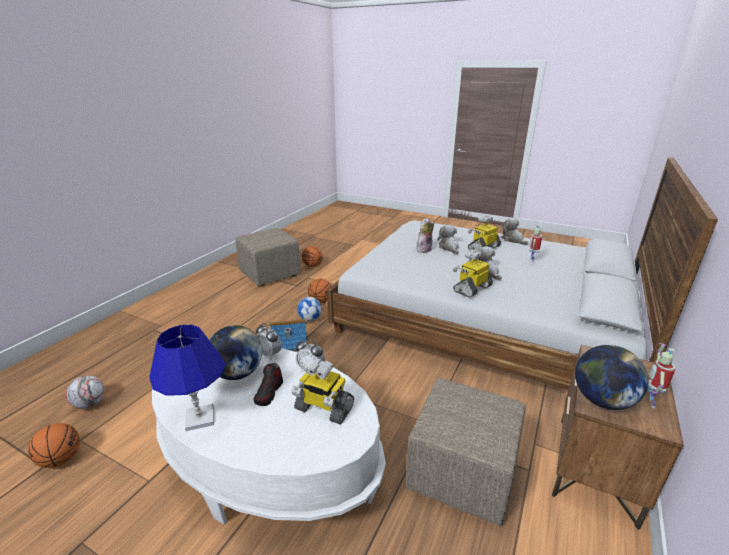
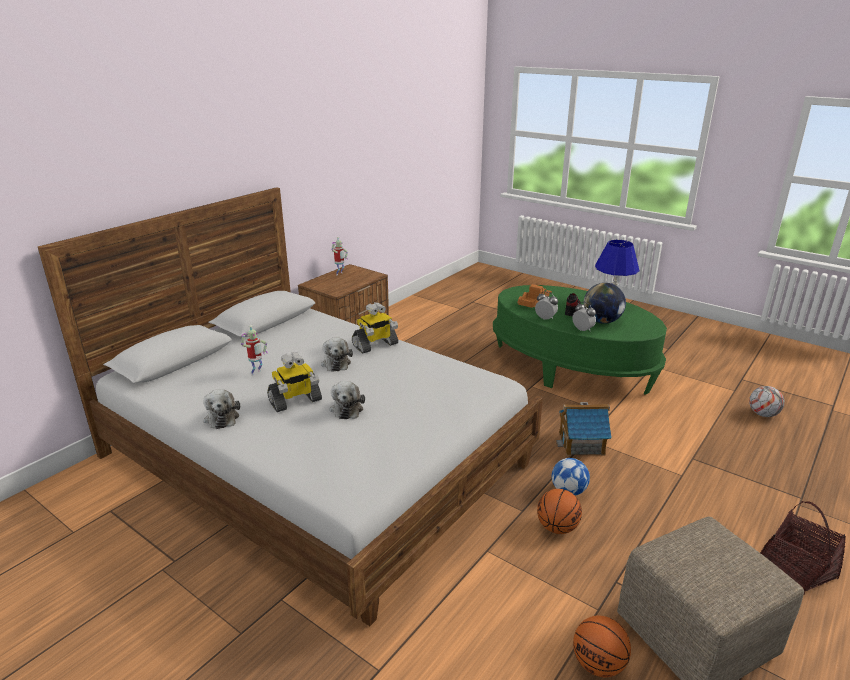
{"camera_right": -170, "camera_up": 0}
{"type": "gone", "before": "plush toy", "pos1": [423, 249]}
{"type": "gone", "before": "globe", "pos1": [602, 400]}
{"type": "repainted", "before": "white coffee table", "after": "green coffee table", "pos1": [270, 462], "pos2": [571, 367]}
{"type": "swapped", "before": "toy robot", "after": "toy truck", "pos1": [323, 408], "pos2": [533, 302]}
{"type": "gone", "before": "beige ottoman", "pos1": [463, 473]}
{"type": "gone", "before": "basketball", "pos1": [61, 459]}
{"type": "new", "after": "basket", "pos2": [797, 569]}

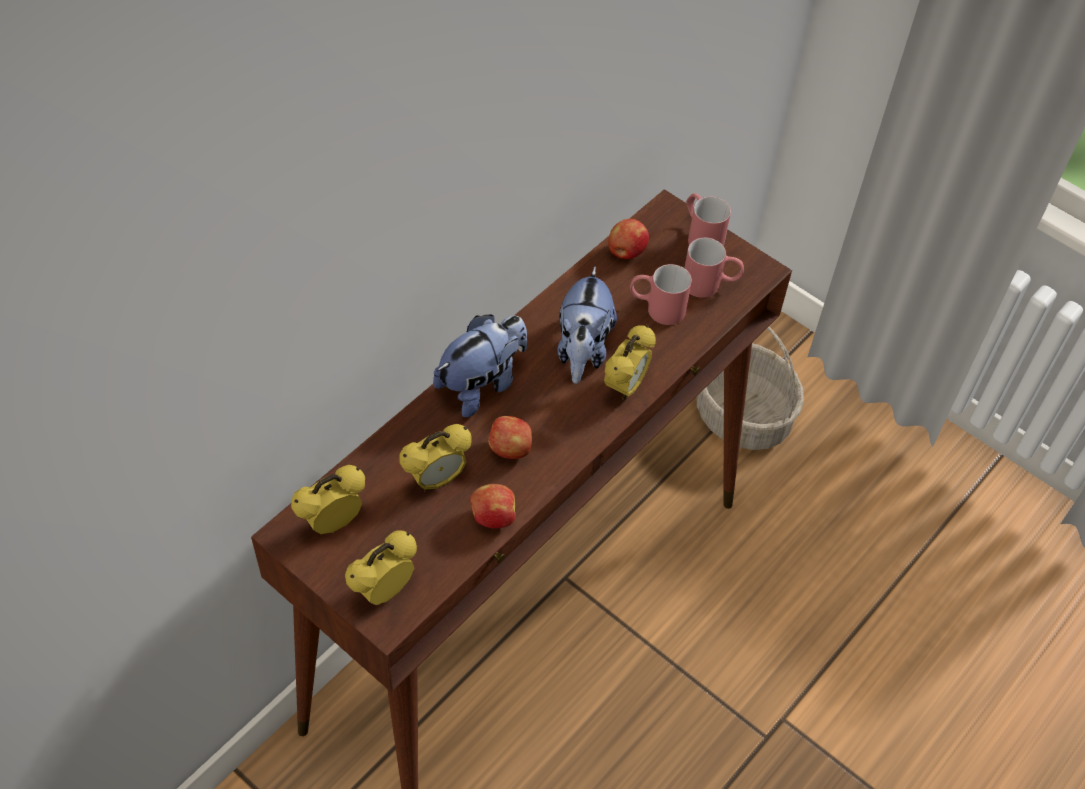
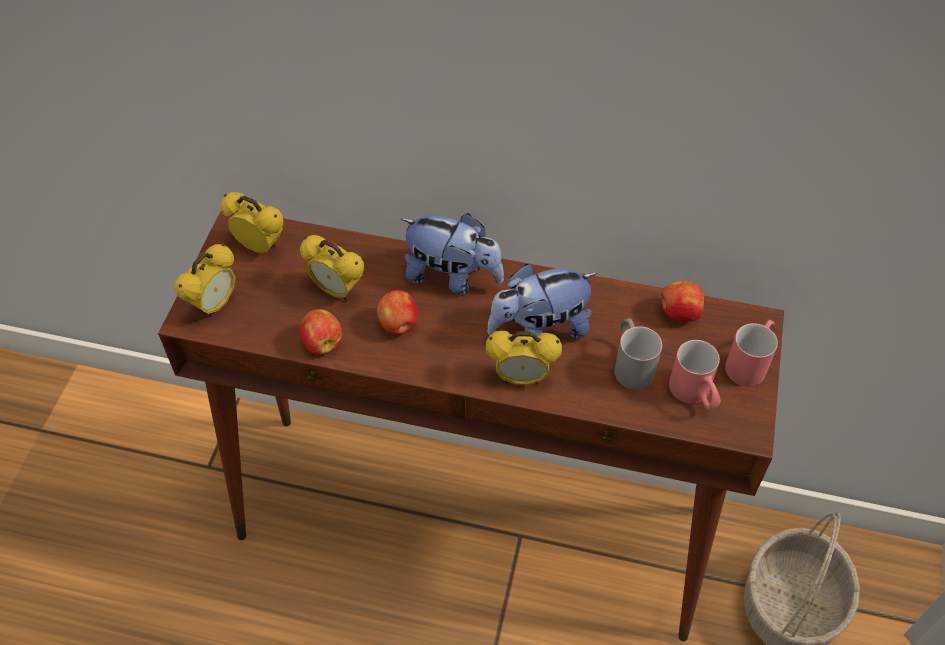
{"camera_right": 65, "camera_up": 0}
{"type": "repainted", "before": "red mug", "after": "grey mug", "pos1": [656, 308], "pos2": [631, 364]}
{"type": "rotated", "before": "alarm clock", "pos1": [384, 590], "pos2": [215, 305], "turn": 105}

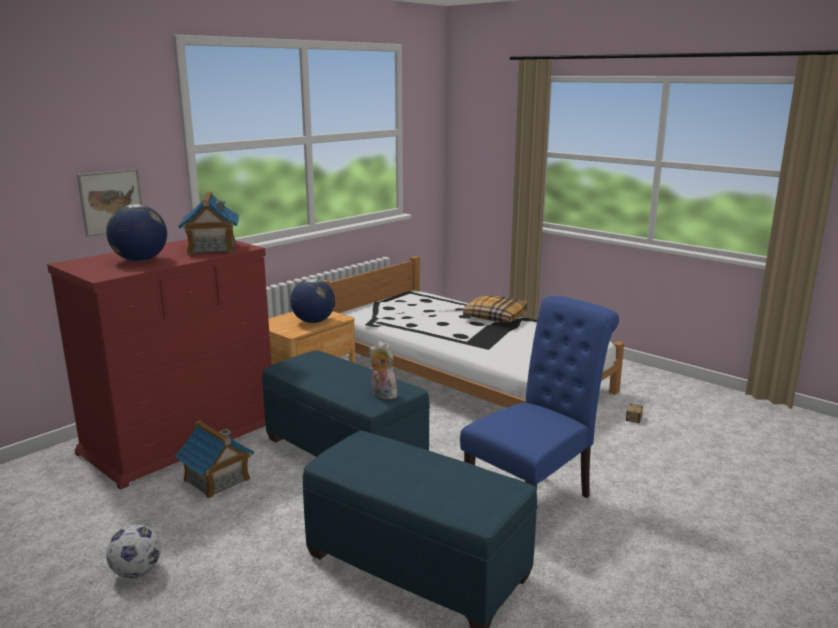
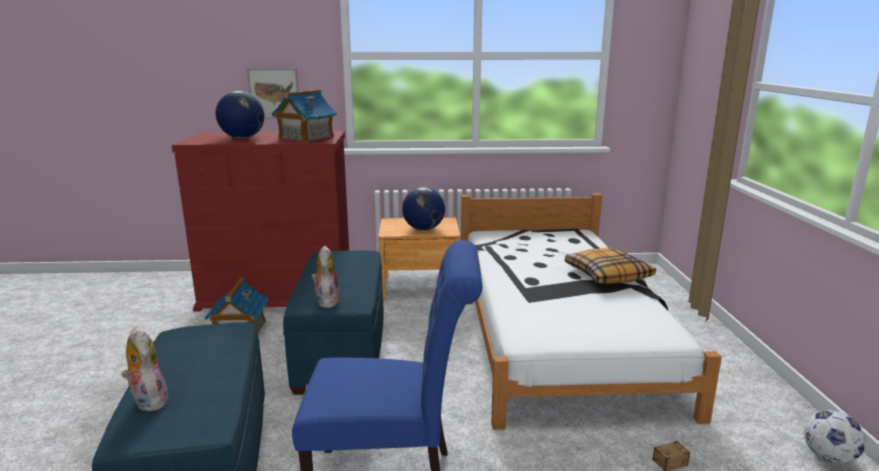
{"camera_right": 45, "camera_up": 0}
{"type": "shifted", "before": "football", "pos1": [137, 572], "pos2": [828, 458]}
{"type": "new", "after": "plush toy", "pos2": [147, 401]}

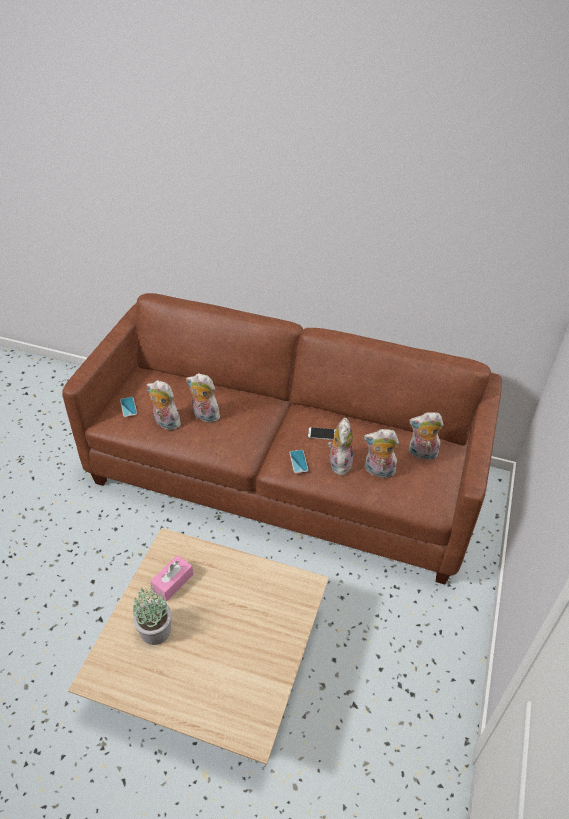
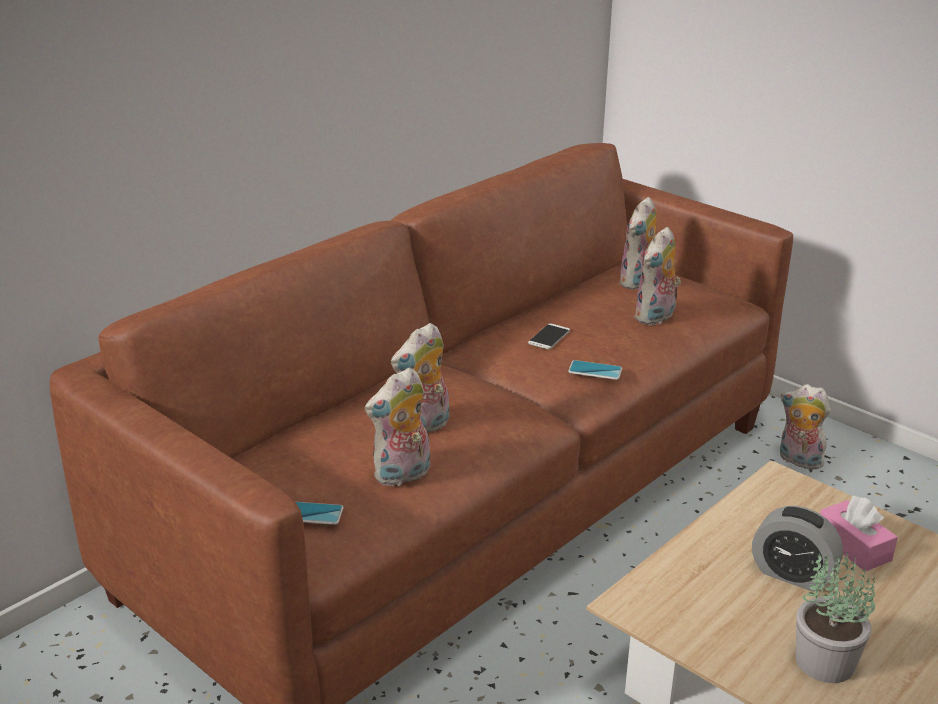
{"camera_right": -65, "camera_up": -15}
{"type": "shifted", "before": "plush toy", "pos1": [339, 463], "pos2": [798, 461]}
{"type": "shifted", "before": "pink tissue box", "pos1": [173, 582], "pos2": [853, 547]}
{"type": "new", "after": "alarm clock", "pos2": [792, 574]}

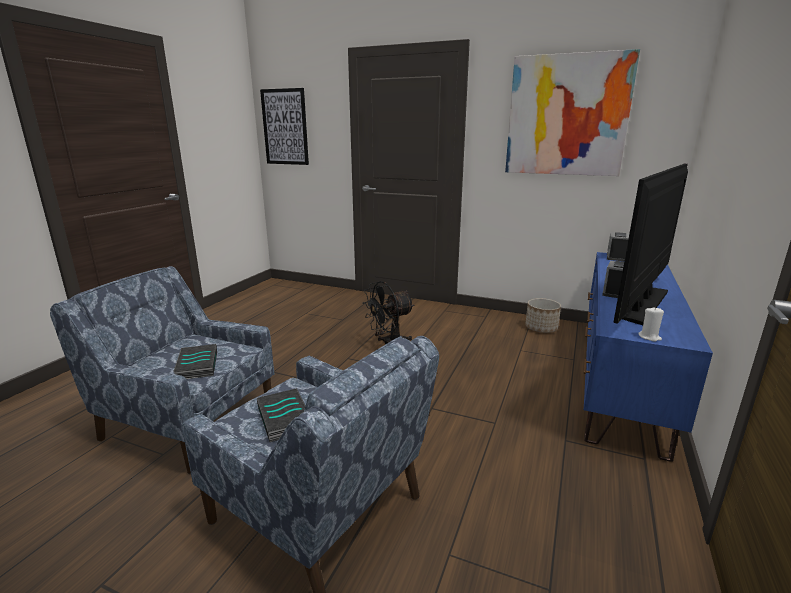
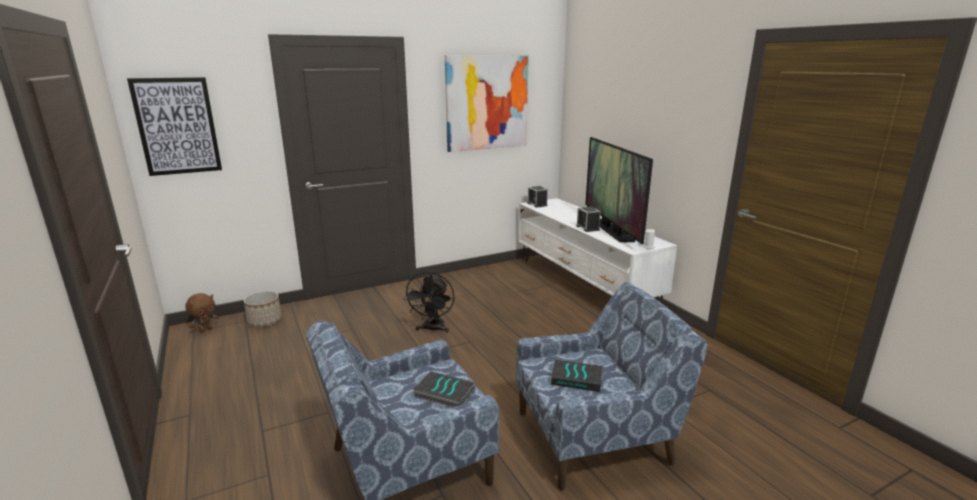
{"camera_right": -50, "camera_up": 0}
{"type": "repainted", "before": "blue tv stand", "after": "white tv stand", "pos1": [620, 378], "pos2": [584, 285]}
{"type": "shifted", "before": "planter", "pos1": [541, 328], "pos2": [265, 321]}
{"type": "new", "after": "brown plush toy", "pos2": [205, 329]}

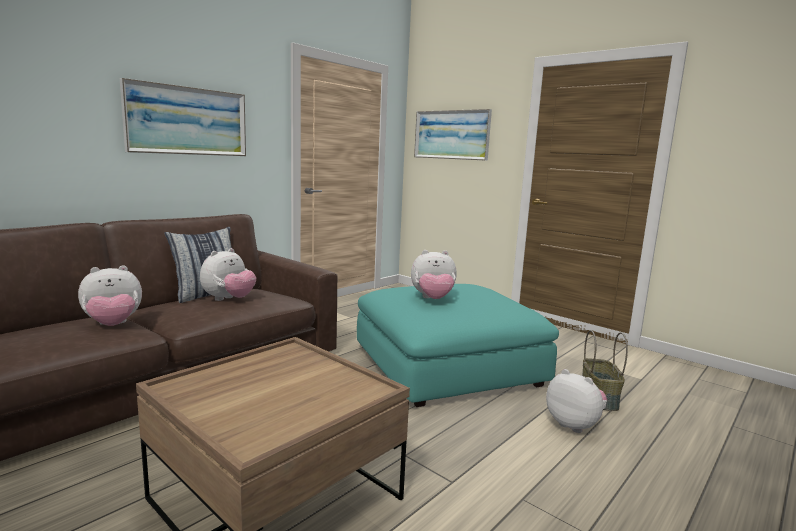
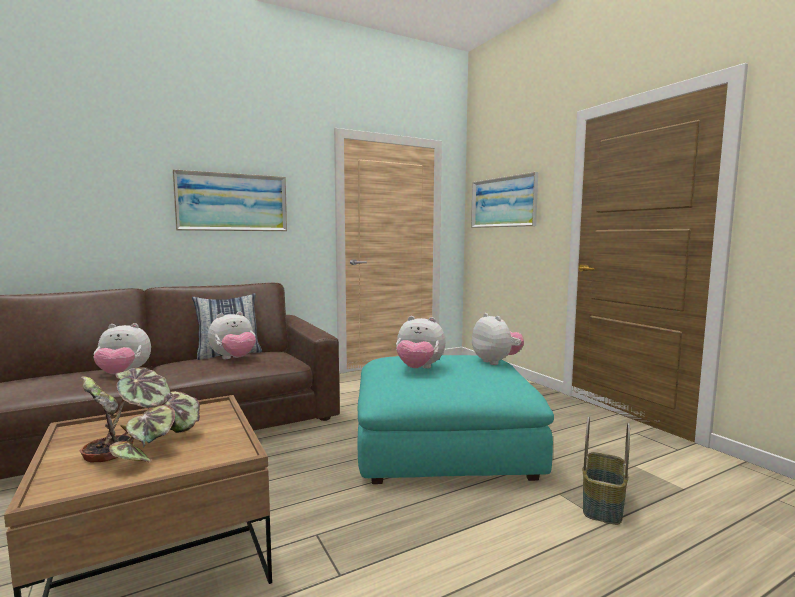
{"camera_right": 20, "camera_up": -5}
{"type": "shifted", "before": "plush toy", "pos1": [574, 425], "pos2": [496, 362]}
{"type": "new", "after": "potted plant", "pos2": [142, 447]}

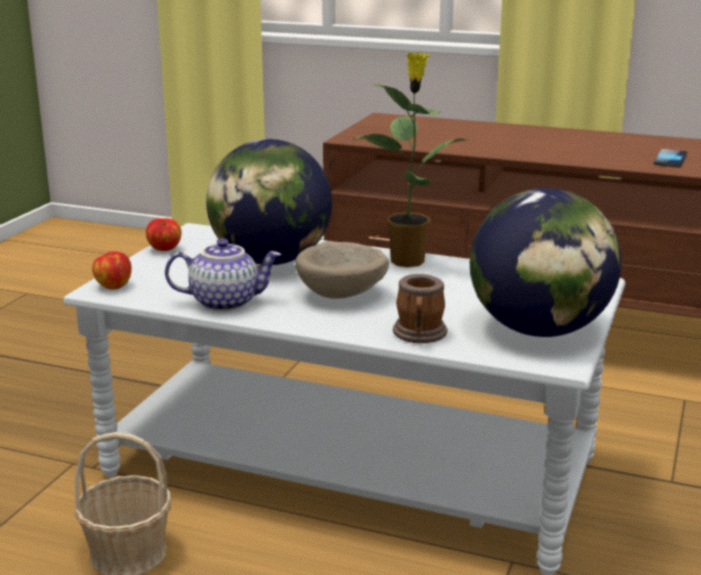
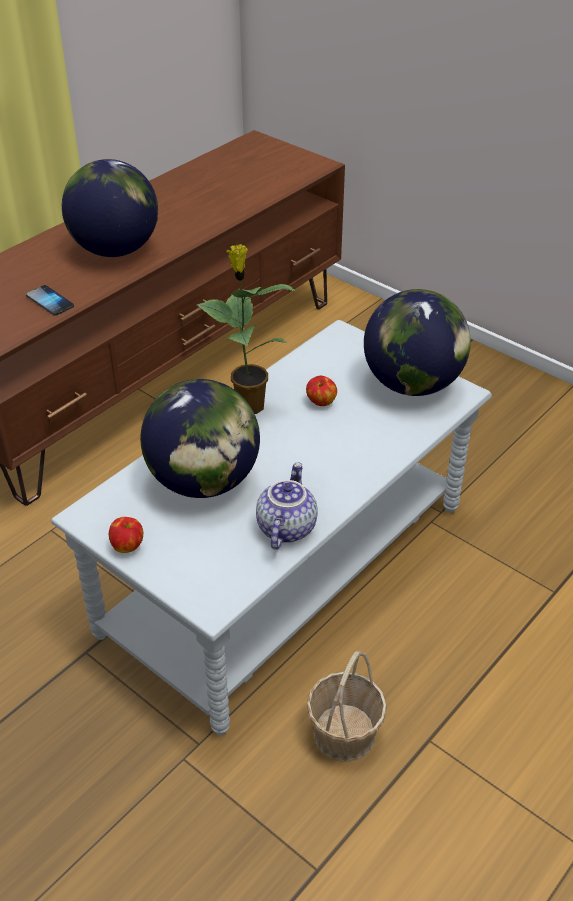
{"camera_right": -70, "camera_up": 20}
{"type": "shifted", "before": "phone", "pos1": [670, 160], "pos2": [50, 301]}
{"type": "gone", "before": "beige bowl", "pos1": [344, 295]}
{"type": "shifted", "before": "apple", "pos1": [113, 286], "pos2": [321, 402]}
{"type": "gone", "before": "mug", "pos1": [419, 335]}
{"type": "new", "after": "globe", "pos2": [115, 250]}

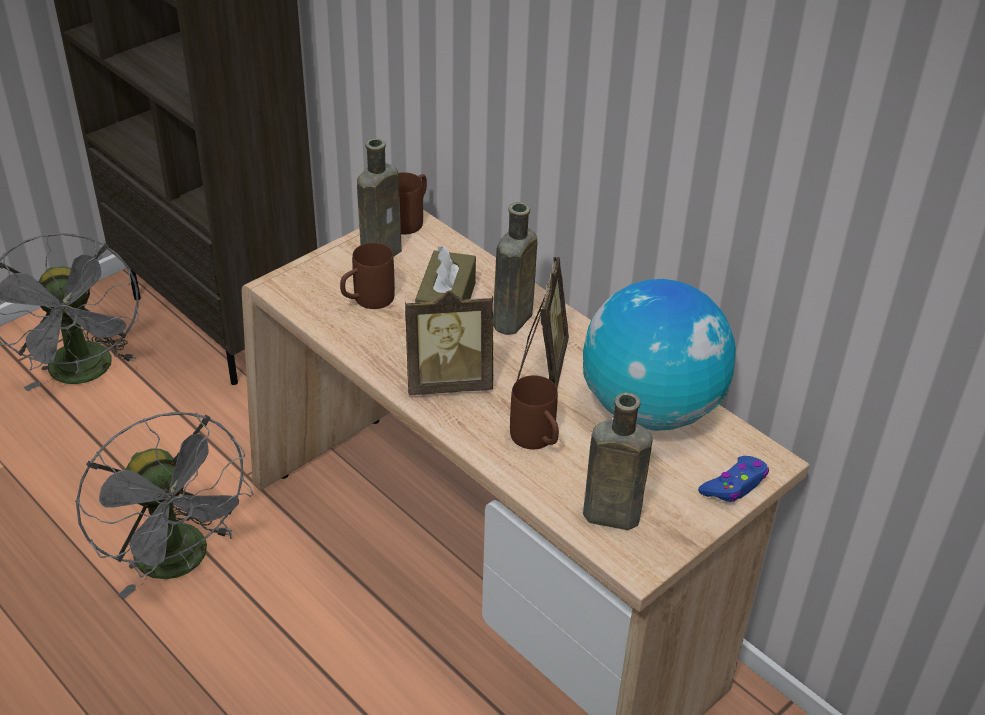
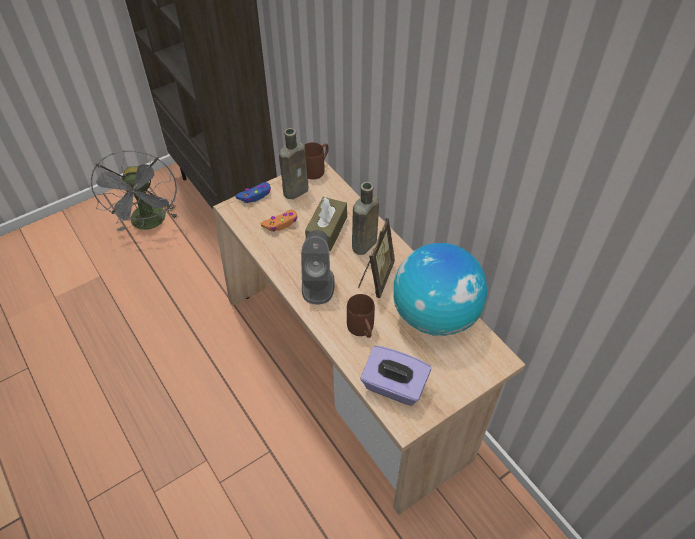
{"camera_right": 10, "camera_up": 10}
{"type": "swapped", "before": "brown mug", "after": "orange game controller", "pos1": [366, 301], "pos2": [281, 223]}
{"type": "swapped", "before": "picture frame", "after": "grey speaker", "pos1": [448, 382], "pos2": [318, 284]}
{"type": "swapped", "before": "brown bottle", "after": "purple tissue box", "pos1": [607, 515], "pos2": [394, 386]}
{"type": "gone", "before": "grey fan", "pos1": [181, 562]}
{"type": "shifted", "before": "blue game controller", "pos1": [734, 485], "pos2": [255, 196]}

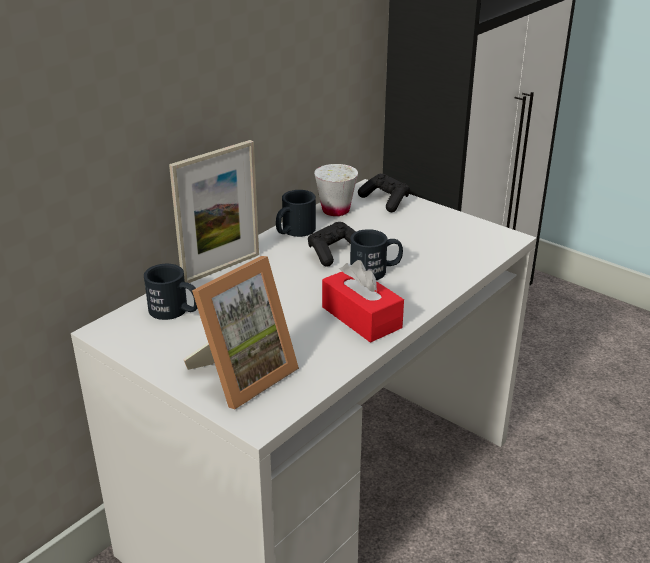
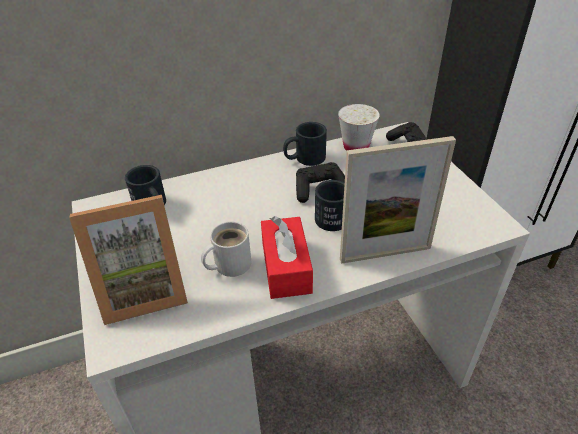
{"camera_right": 30, "camera_up": 10}
{"type": "shifted", "before": "picture frame", "pos1": [221, 268], "pos2": [385, 254]}
{"type": "new", "after": "white mug", "pos2": [229, 264]}

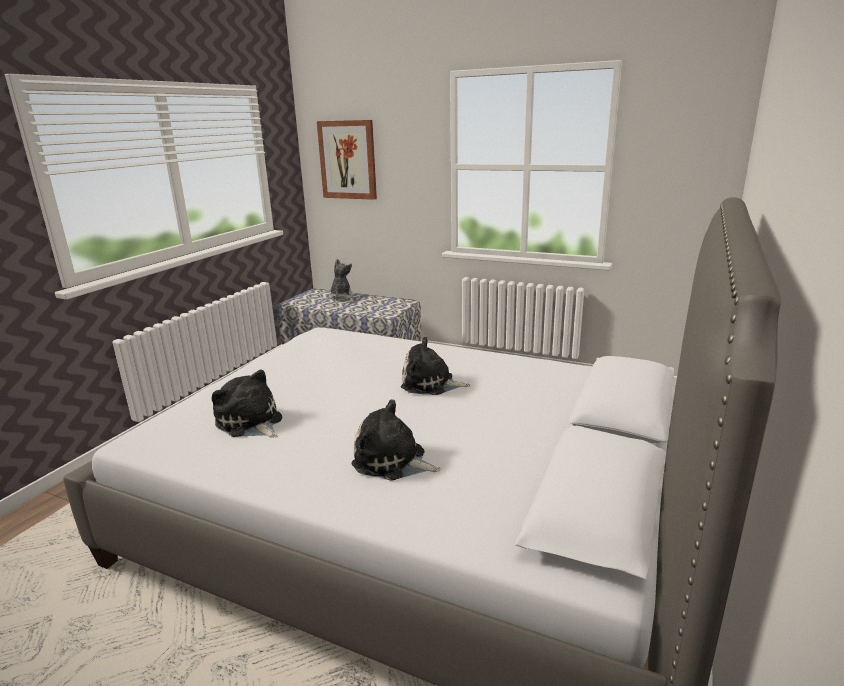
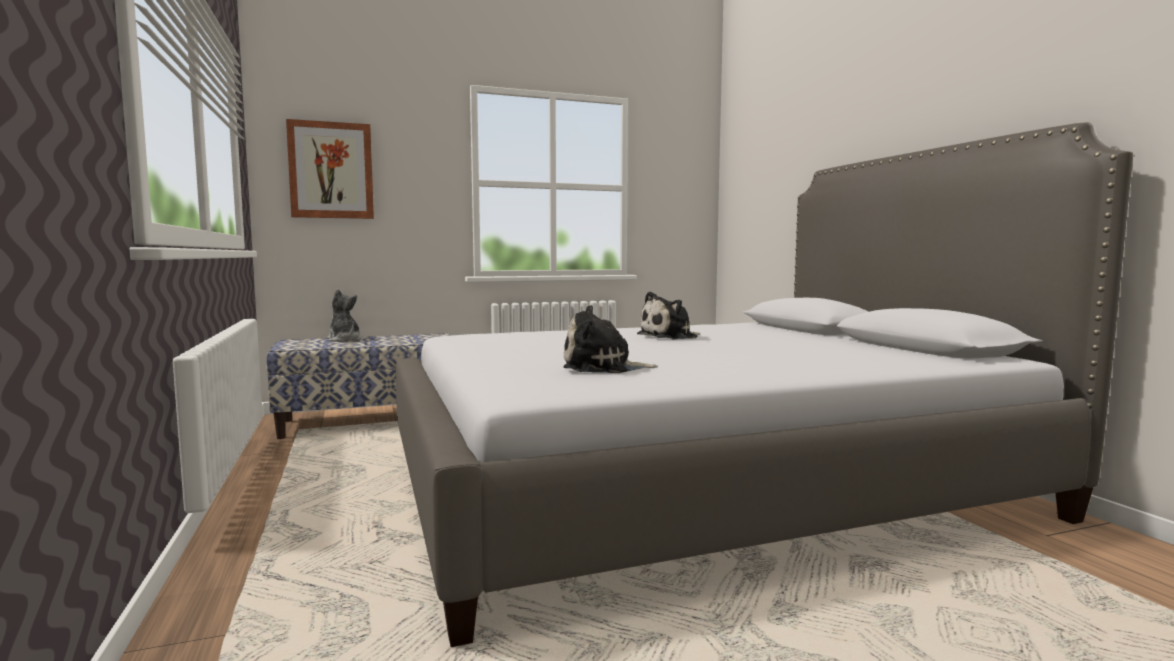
{"camera_right": -45, "camera_up": -15}
{"type": "gone", "before": "plush toy", "pos1": [392, 461]}

